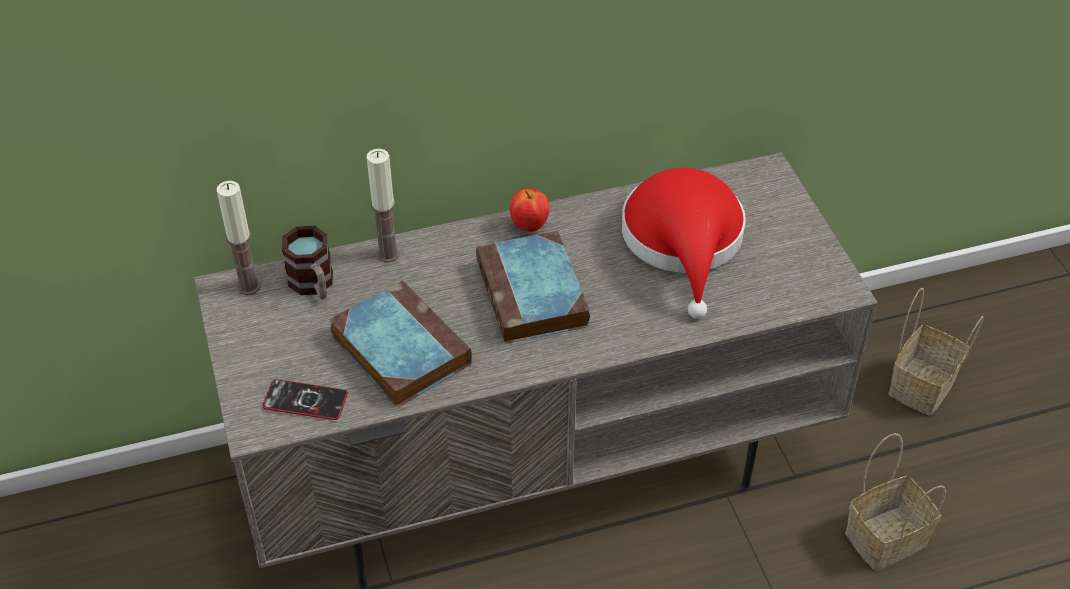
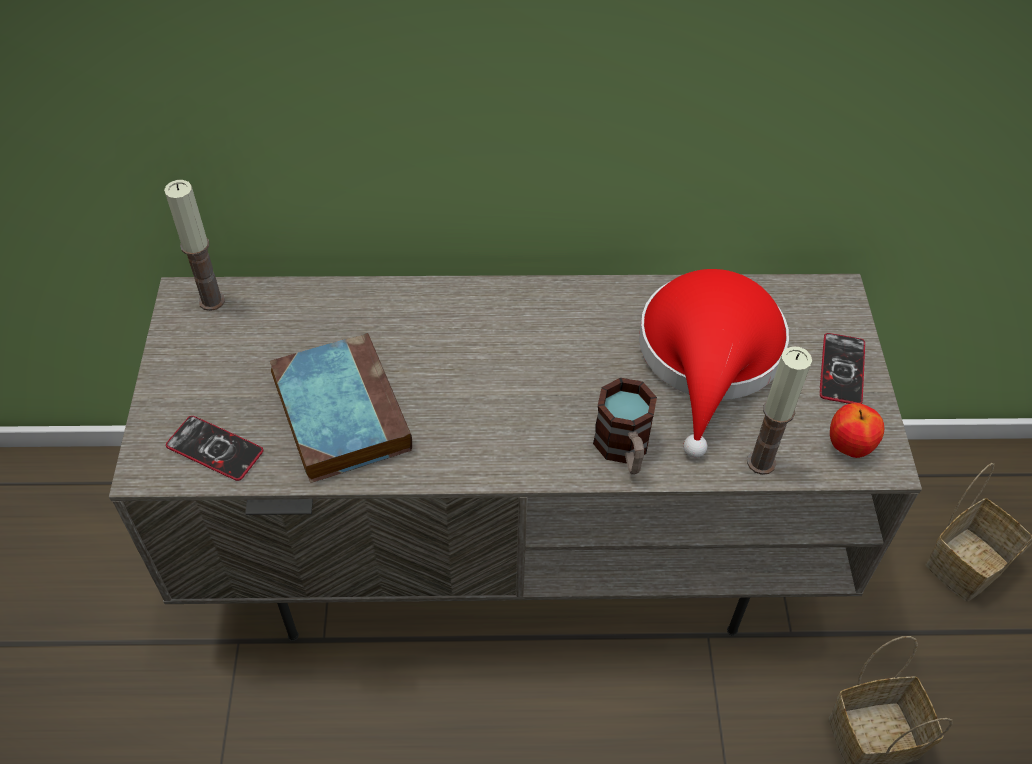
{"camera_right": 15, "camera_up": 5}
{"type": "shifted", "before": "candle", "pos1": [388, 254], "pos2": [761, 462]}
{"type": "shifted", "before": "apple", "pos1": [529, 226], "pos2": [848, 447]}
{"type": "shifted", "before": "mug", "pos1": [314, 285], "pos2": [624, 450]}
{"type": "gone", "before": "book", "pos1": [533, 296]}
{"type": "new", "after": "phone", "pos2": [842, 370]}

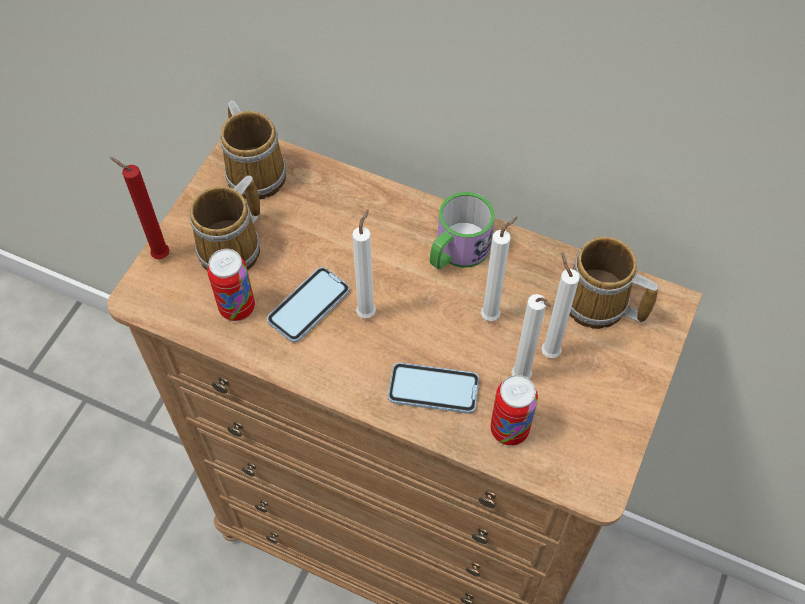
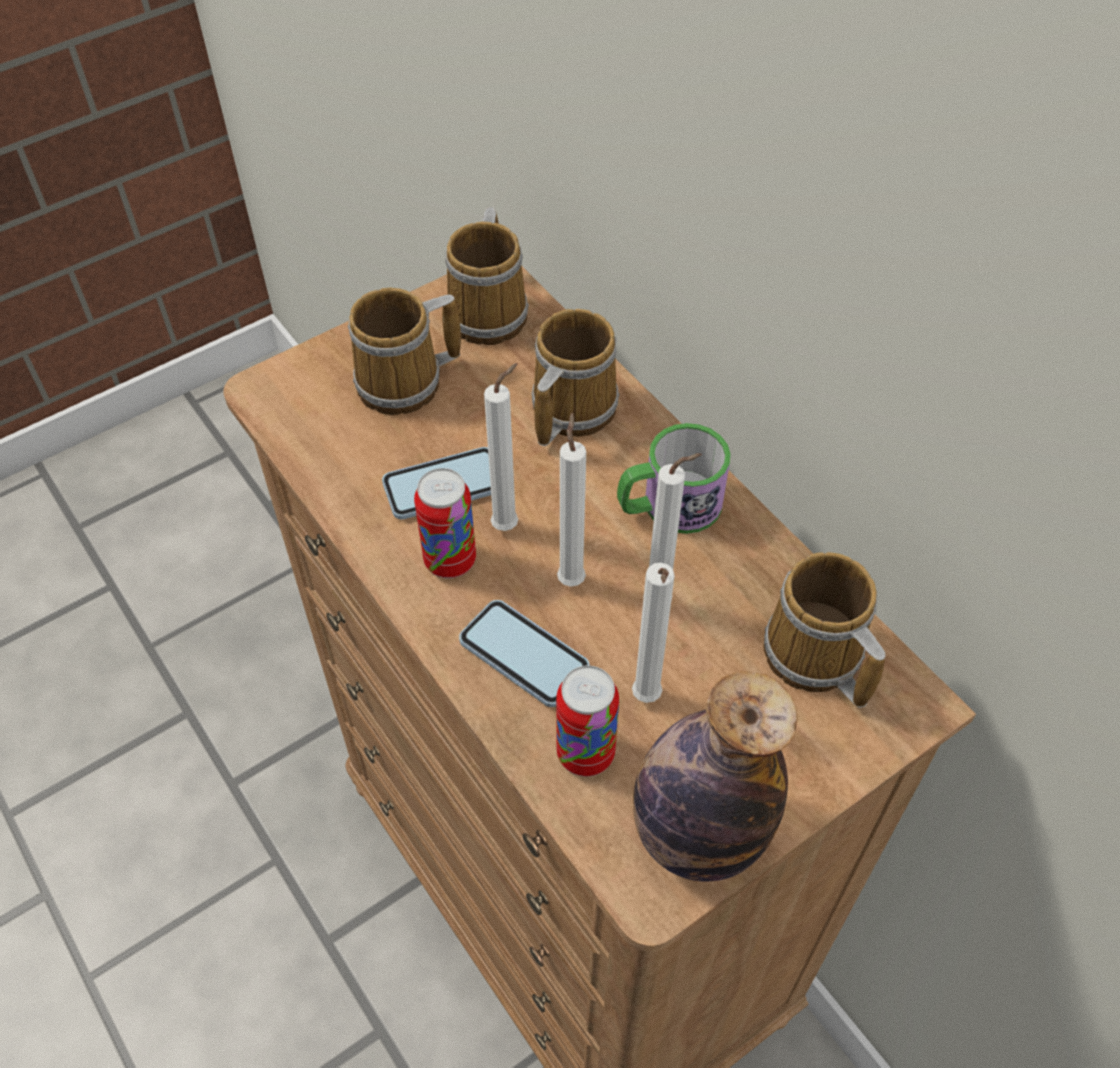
{"camera_right": 30, "camera_up": -5}
{"type": "gone", "before": "red candle", "pos1": [158, 255]}
{"type": "shifted", "before": "can", "pos1": [237, 308], "pos2": [450, 560]}
{"type": "shifted", "before": "white candle", "pos1": [548, 350], "pos2": [571, 577]}
{"type": "new", "after": "mug", "pos2": [568, 409]}
{"type": "new", "after": "bottle", "pos2": [697, 833]}

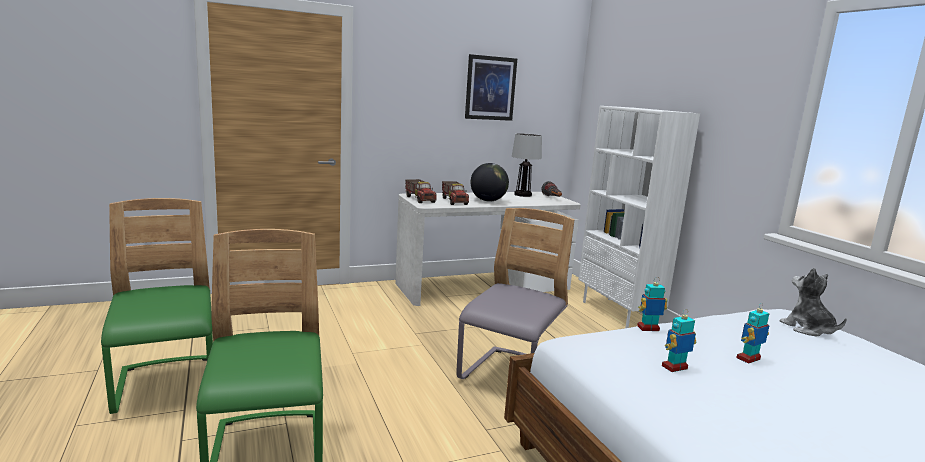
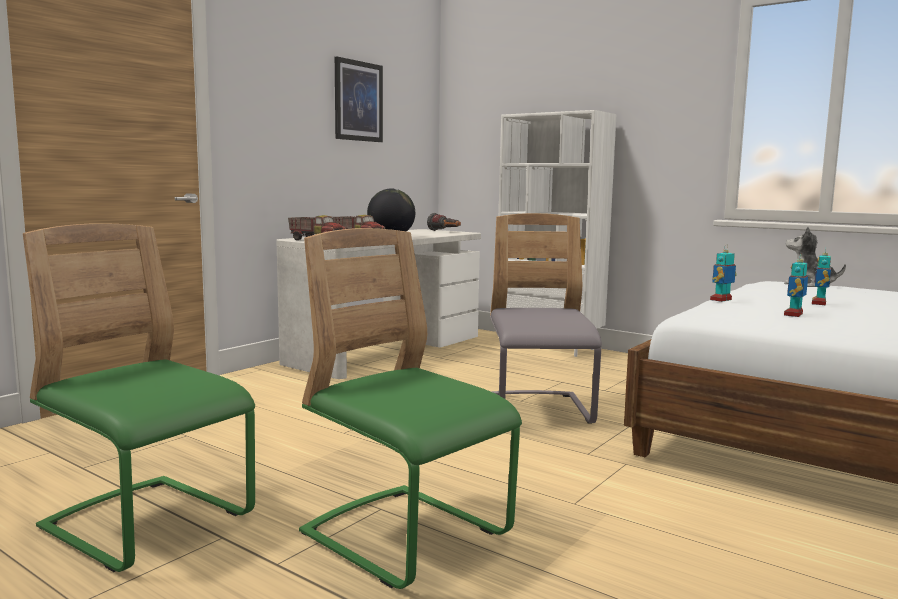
{"camera_right": -30, "camera_up": -5}
{"type": "gone", "before": "table lamp", "pos1": [523, 195]}

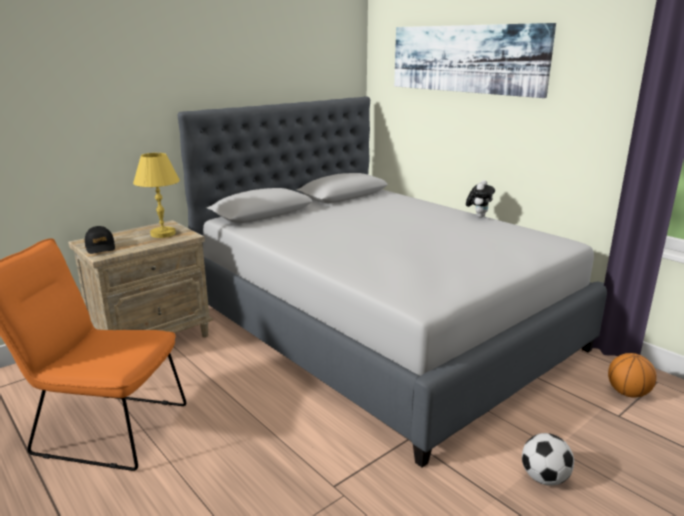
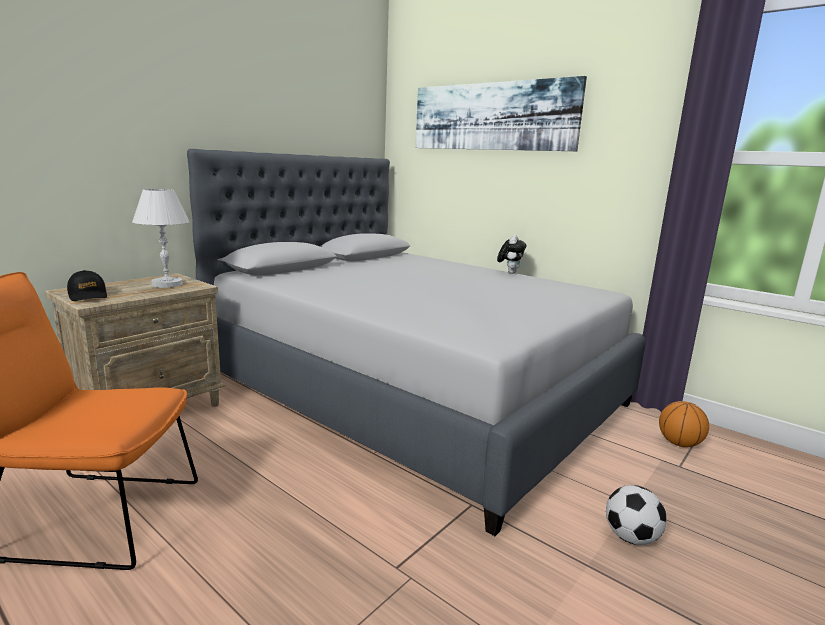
{"camera_right": -10, "camera_up": -5}
{"type": "repainted", "before": "yellow table lamp", "after": "white table lamp", "pos1": [163, 234], "pos2": [167, 284]}

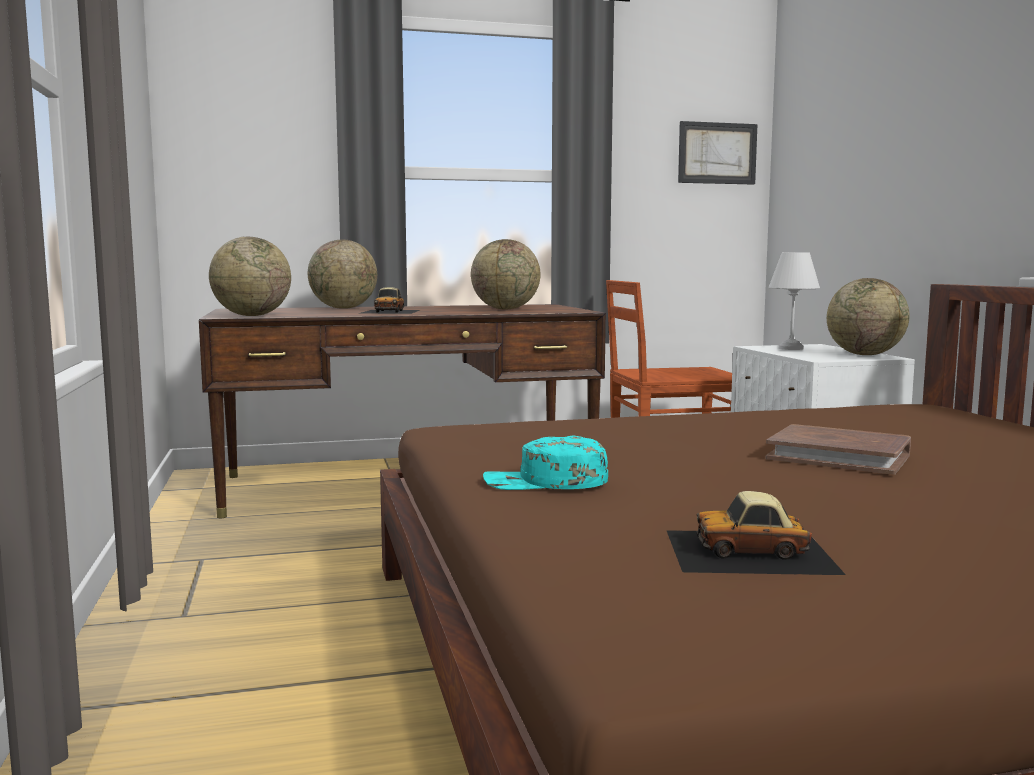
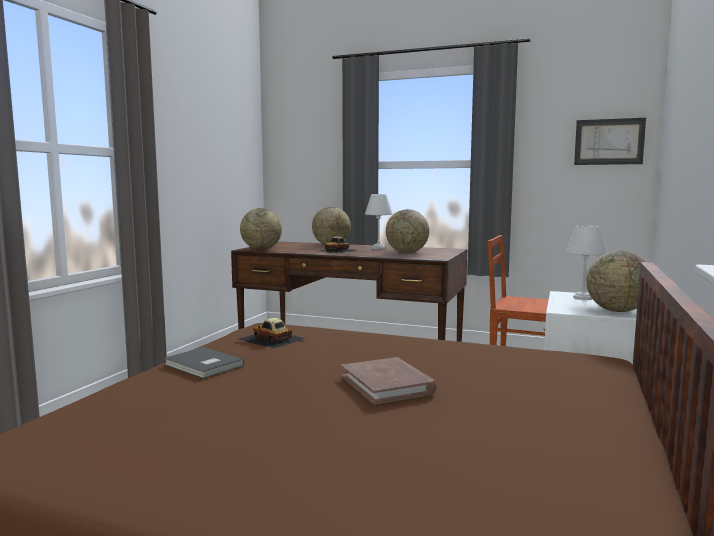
{"camera_right": 35, "camera_up": 0}
{"type": "swapped", "before": "turquoise cap", "after": "grey book", "pos1": [545, 482], "pos2": [202, 365]}
{"type": "shifted", "before": "toy car", "pos1": [750, 551], "pos2": [271, 339]}
{"type": "new", "after": "white table lamp", "pos2": [379, 248]}

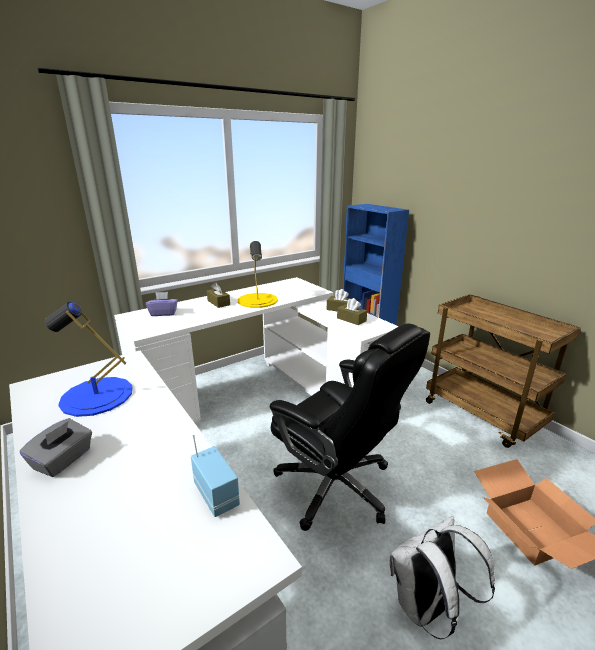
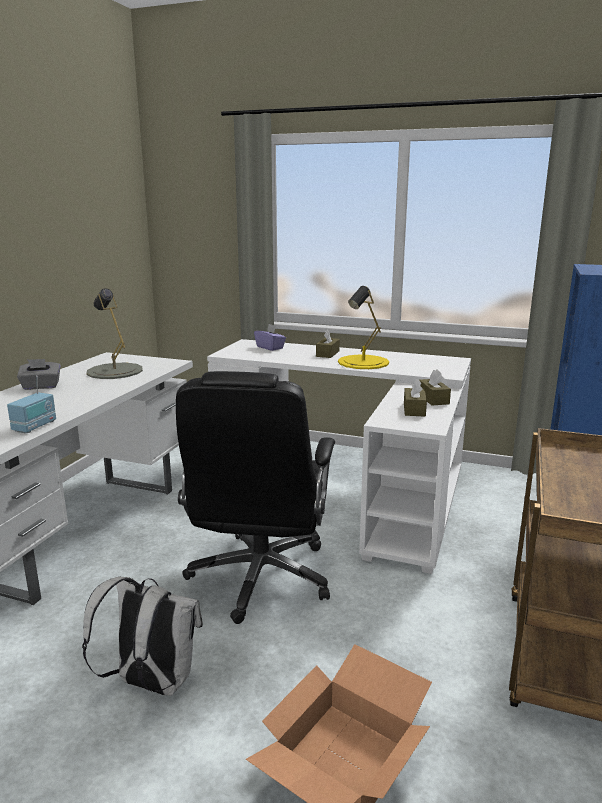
{"camera_right": 55, "camera_up": -5}
{"type": "repainted", "before": "blue table lamp", "after": "grey table lamp", "pos1": [96, 396], "pos2": [114, 371]}

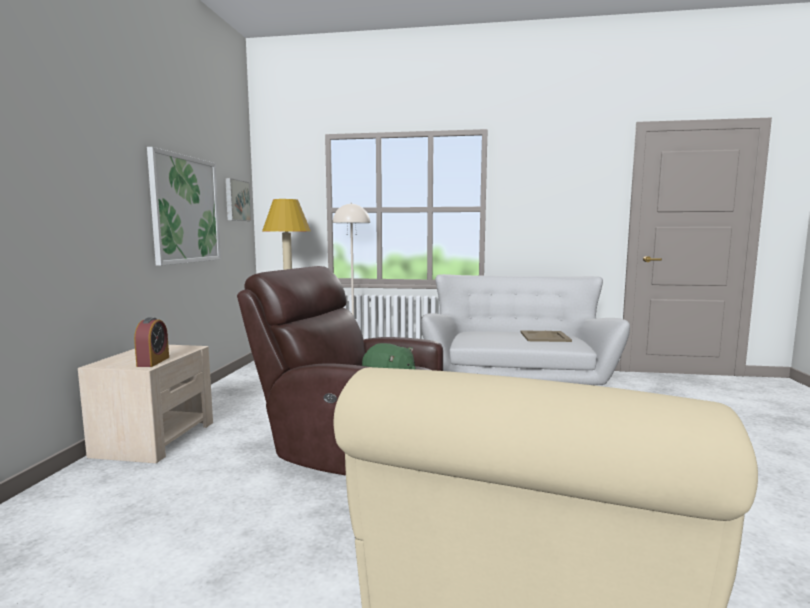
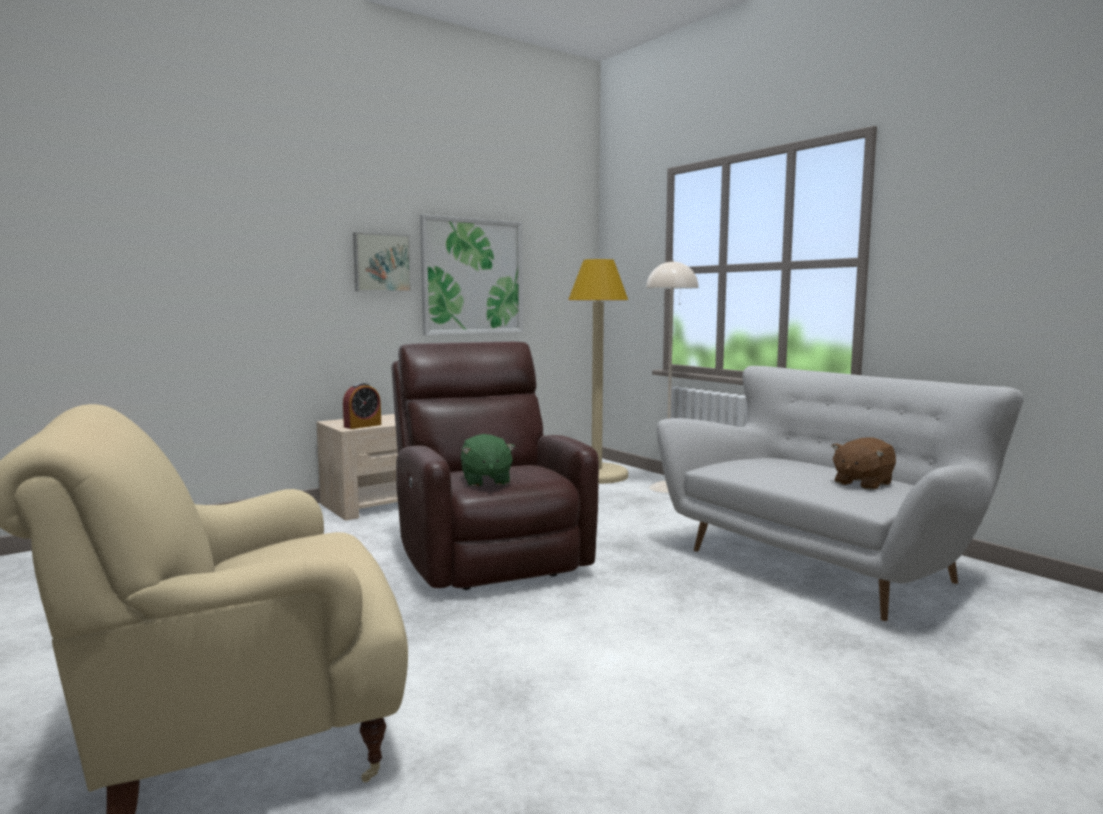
{"camera_right": 45, "camera_up": 0}
{"type": "shifted", "before": "picture", "pos1": [236, 200], "pos2": [381, 263]}
{"type": "swapped", "before": "beige tray", "after": "brown plush toy", "pos1": [545, 336], "pos2": [862, 483]}

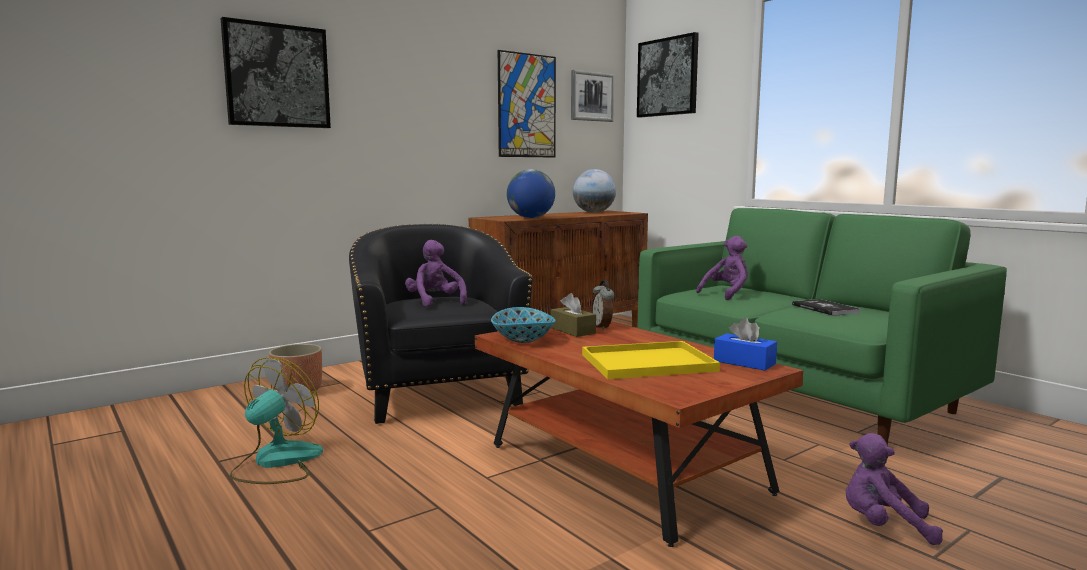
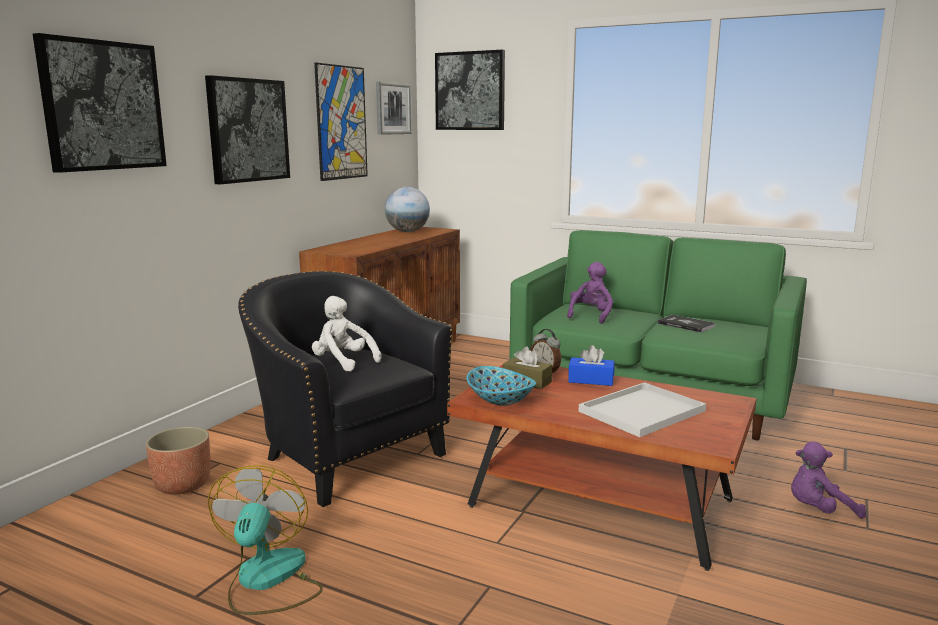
{"camera_right": -25, "camera_up": 5}
{"type": "gone", "before": "globe", "pos1": [531, 218]}
{"type": "repainted", "before": "purple plush toy", "after": "white plush toy", "pos1": [435, 302], "pos2": [343, 362]}
{"type": "shifted", "before": "blue tissue box", "pos1": [744, 362], "pos2": [591, 380]}
{"type": "repainted", "before": "yellow tray", "after": "white tray", "pos1": [646, 363], "pos2": [641, 412]}
{"type": "new", "after": "picture", "pos2": [248, 130]}

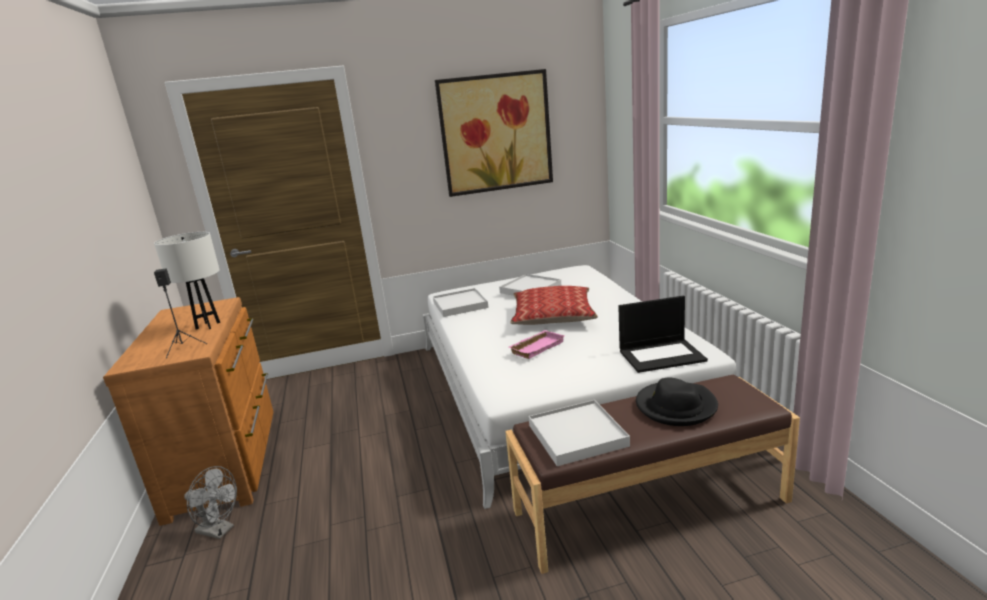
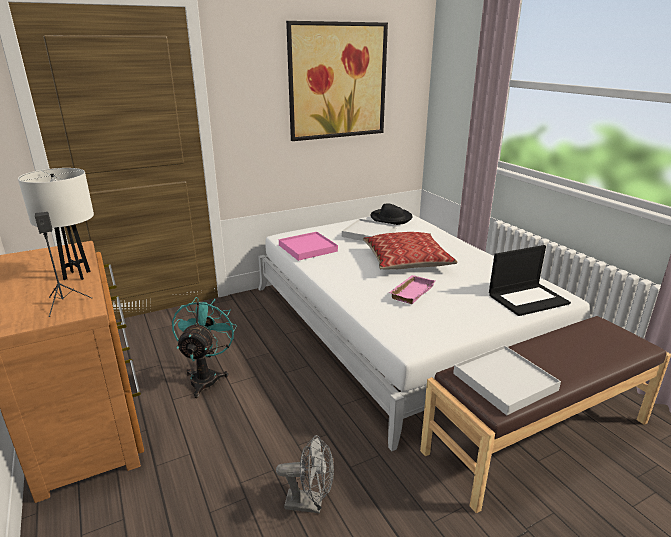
{"camera_right": -15, "camera_up": 5}
{"type": "repainted", "before": "white tray", "after": "pink tray", "pos1": [460, 305], "pos2": [307, 248]}
{"type": "shifted", "before": "black hat", "pos1": [676, 406], "pos2": [391, 218]}
{"type": "shifted", "before": "grey fan", "pos1": [219, 530], "pos2": [310, 503]}
{"type": "new", "after": "turquoise fan", "pos2": [206, 376]}

